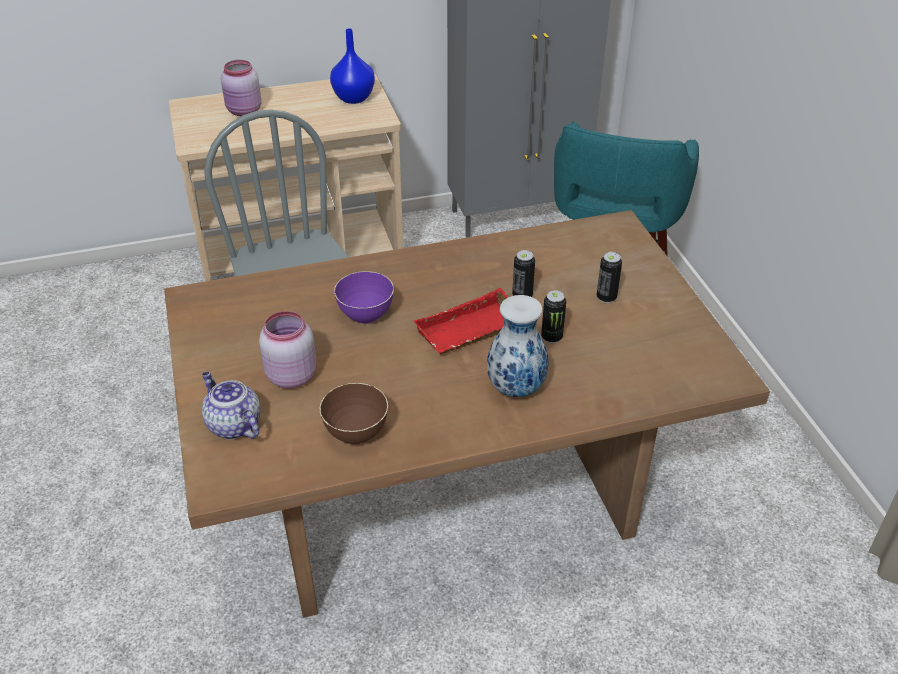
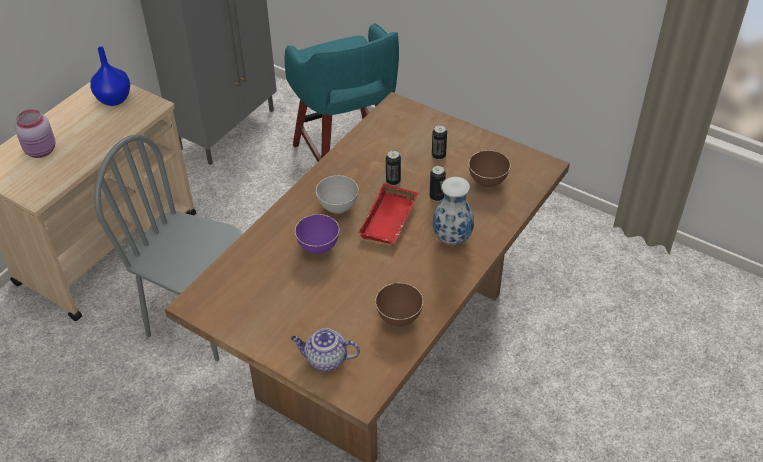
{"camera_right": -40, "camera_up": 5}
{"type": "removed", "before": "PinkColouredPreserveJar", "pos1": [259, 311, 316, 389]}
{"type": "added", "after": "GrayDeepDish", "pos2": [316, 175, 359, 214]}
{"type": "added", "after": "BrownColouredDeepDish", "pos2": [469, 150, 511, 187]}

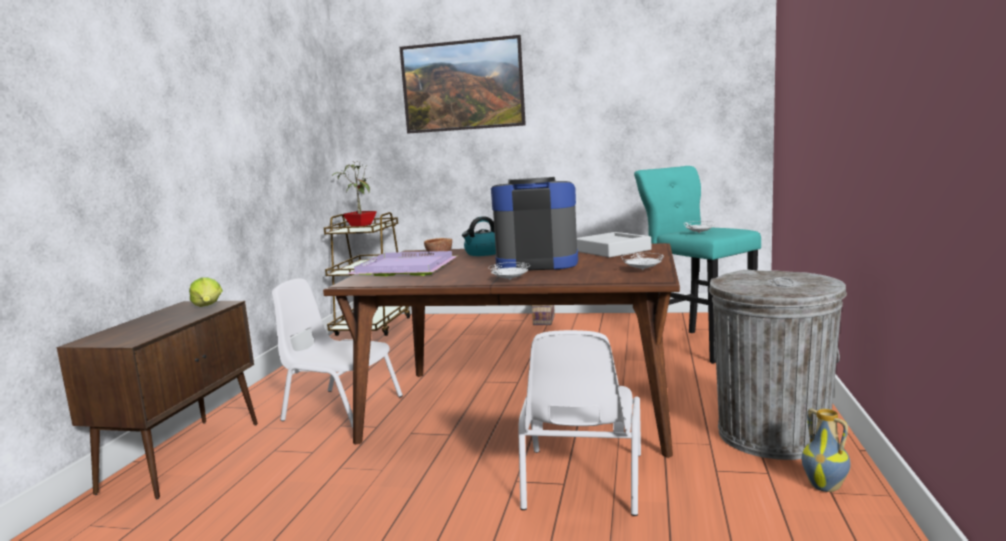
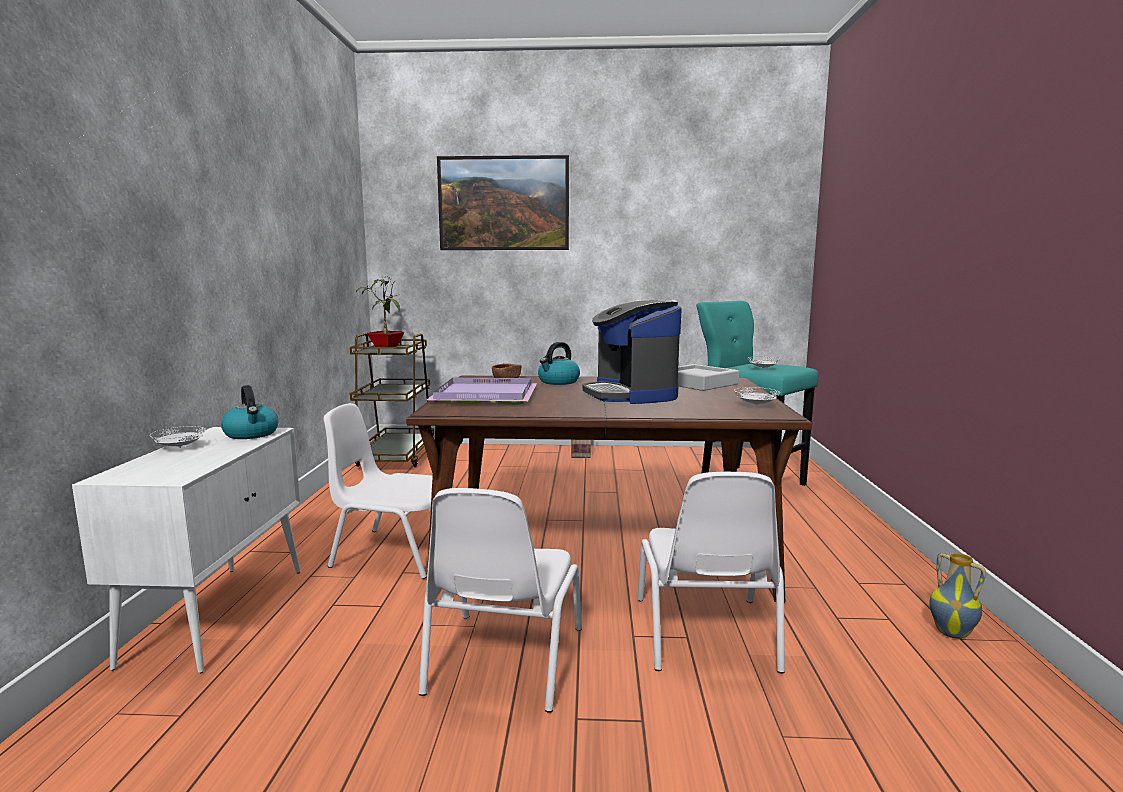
{"camera_right": -10, "camera_up": 0}
{"type": "removed", "before": "GrayRubbishBin", "pos1": [709, 270, 847, 460]}
{"type": "added", "after": "WhiteChair", "pos2": [419, 488, 582, 713]}
{"type": "moved", "before": "WhitePlate", "pos1": [488, 262, 530, 280], "pos2": [149, 426, 206, 448]}
{"type": "replaced", "before": "HeadOfLettuce", "after": "WaterKettle", "pos1": [189, 277, 223, 307], "pos2": [221, 385, 279, 439]}
{"type": "recoloured", "before": "BrownColouredStorageCabinet", "after": "WhiteStorageCabinet", "pos1": [57, 301, 258, 499], "pos2": [72, 427, 301, 673]}
{"type": "turned", "before": "CoffeeMachine", "pos1": [491, 177, 578, 271], "pos2": [582, 300, 682, 404], "turn": -105}

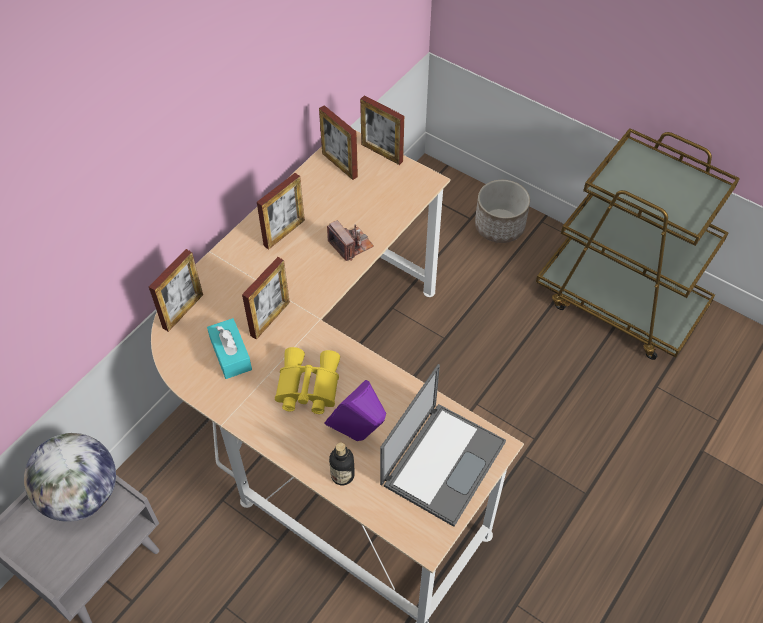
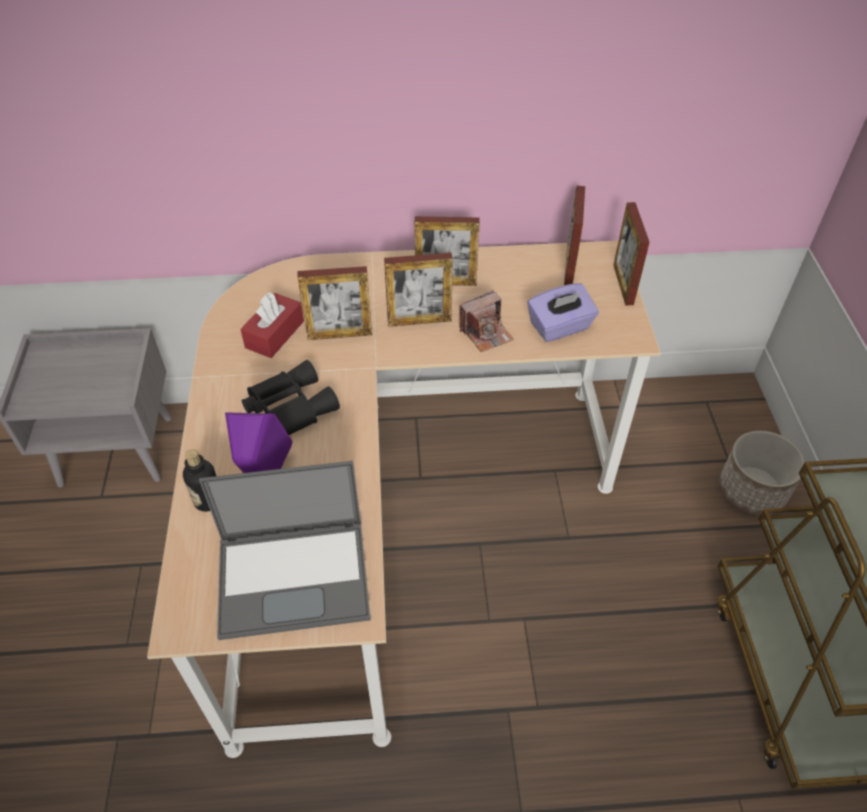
{"camera_right": 50, "camera_up": -5}
{"type": "removed", "before": "Globe", "pos1": [24, 433, 116, 522]}
{"type": "added", "after": "PurpleColouredBoxOfTissues", "pos2": [528, 283, 599, 342]}
{"type": "moved", "before": "PhotoFrame", "pos1": [149, 249, 203, 332], "pos2": [384, 252, 453, 327]}
{"type": "recoloured", "before": "TurquoiseBoxOfTissues", "after": "RedColouredBoxOfTissues", "pos1": [207, 318, 252, 379], "pos2": [240, 292, 304, 358]}
{"type": "recoloured", "before": "YellowColouredPairOfBinoculars", "after": "BlackPairOfBinoculars", "pos1": [275, 347, 340, 414], "pos2": [242, 360, 340, 435]}
{"type": "turned", "before": "StillCamera", "pos1": [327, 220, 374, 261], "pos2": [459, 290, 514, 352], "turn": 45}

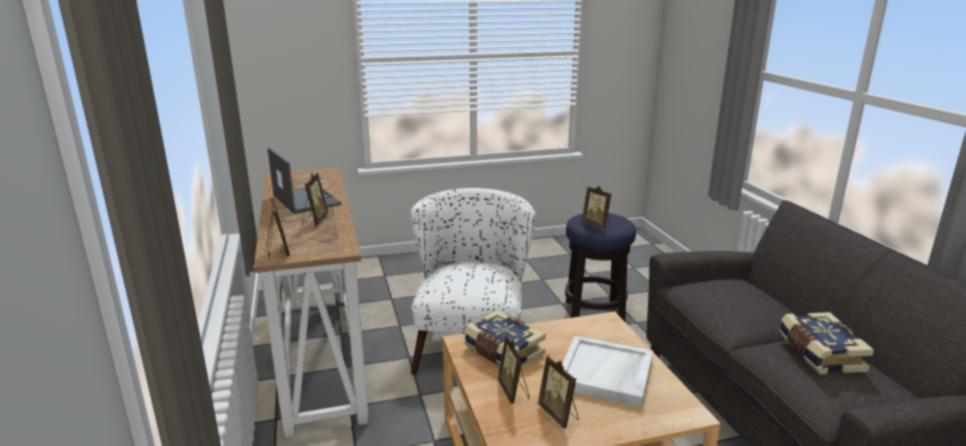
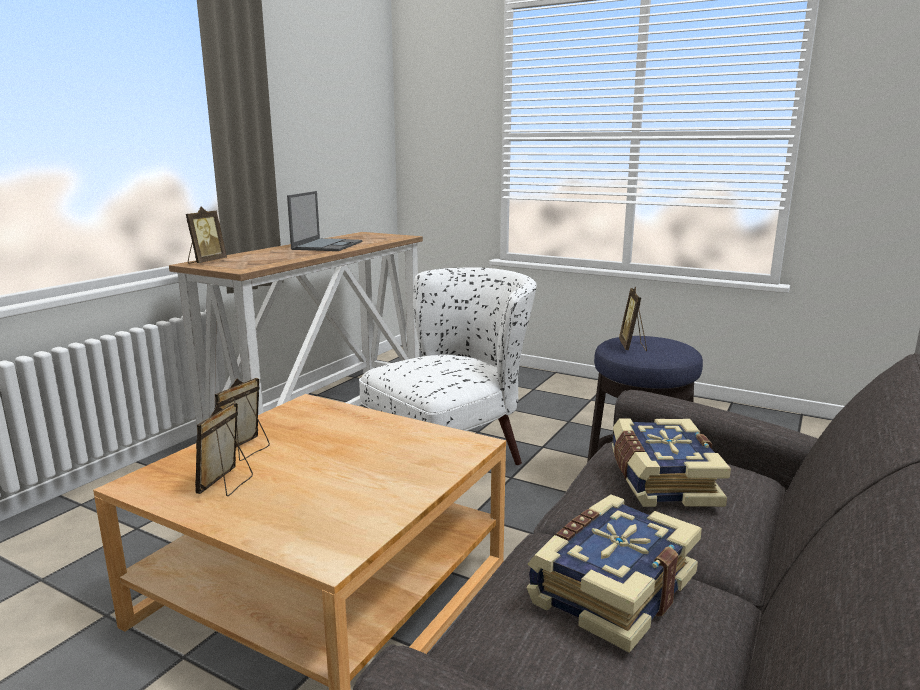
{"camera_right": 45, "camera_up": -5}
{"type": "removed", "before": "PhotoFrame", "pos1": [302, 173, 328, 226]}
{"type": "removed", "before": "WhiteCarryingTray", "pos1": [562, 336, 653, 407]}
{"type": "moved", "before": "BoundBook", "pos1": [464, 310, 546, 366], "pos2": [612, 418, 731, 507]}

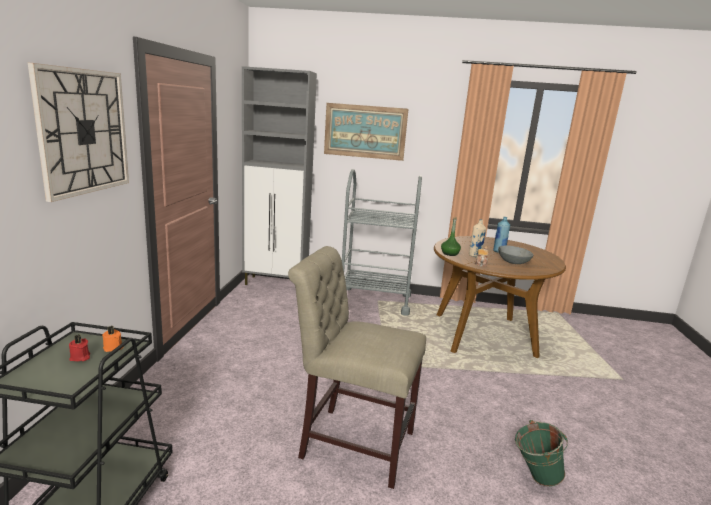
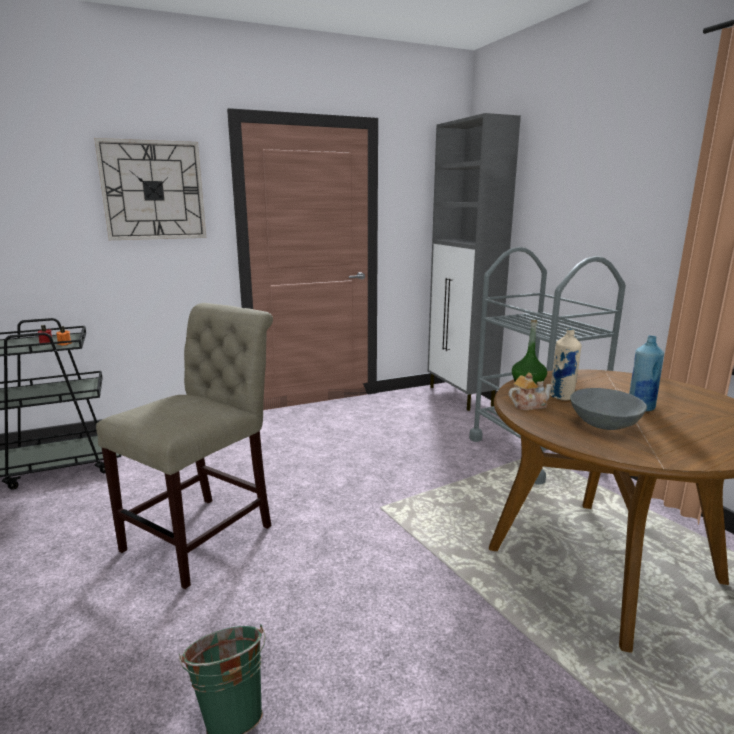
{"camera_right": 60, "camera_up": 0}
{"type": "removed", "before": "WallArt", "pos1": [324, 103, 409, 161]}
{"type": "turned", "before": "BeigeColouredChair", "pos1": [288, 246, 426, 489], "pos2": [96, 303, 273, 589], "turn": 45}

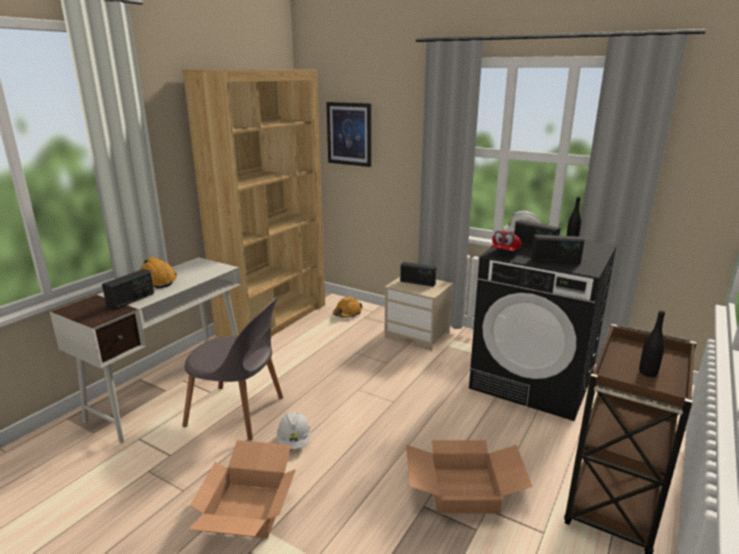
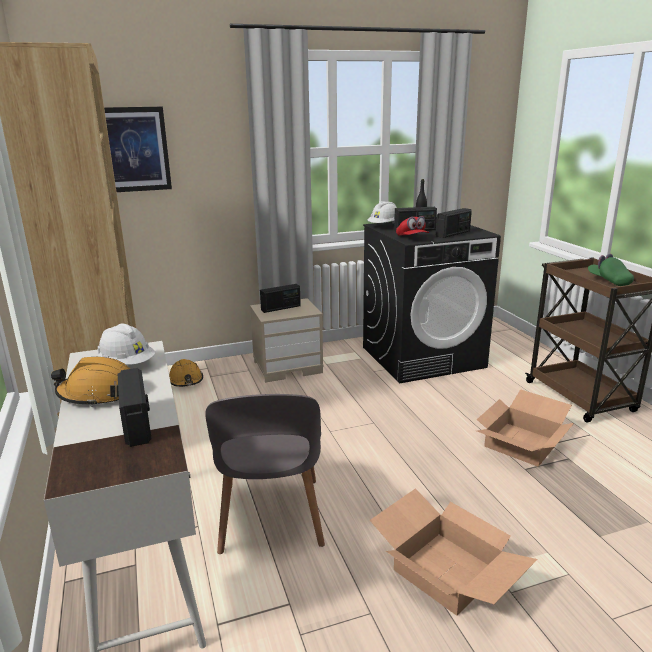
{"camera_right": -50, "camera_up": 0}
{"type": "moved", "before": "WhiteSafetyHelmet", "pos1": [277, 412, 311, 449], "pos2": [97, 324, 155, 365]}
{"type": "replaced", "before": "BlackBottle", "after": "GreenishCap", "pos1": [639, 310, 665, 377], "pos2": [588, 254, 634, 286]}
{"type": "turned", "before": "GrayChair", "pos1": [182, 296, 283, 440], "pos2": [205, 394, 325, 554], "turn": 120}

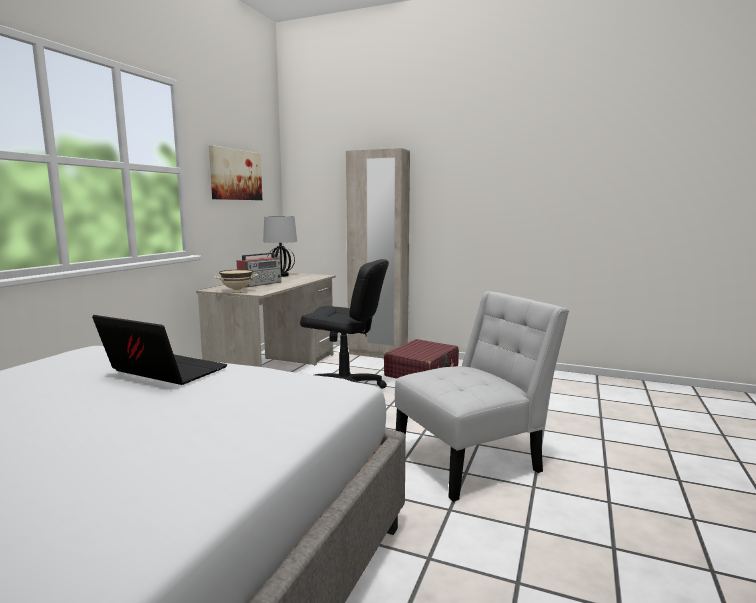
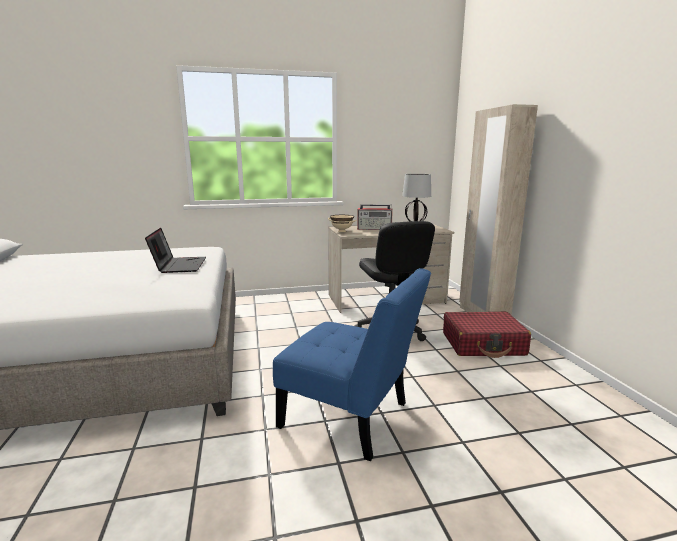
{"camera_right": 55, "camera_up": 5}
{"type": "removed", "before": "WallArt", "pos1": [209, 145, 262, 200]}
{"type": "recoloured", "before": "WhiteChair", "after": "BlueChair", "pos1": [395, 291, 569, 502], "pos2": [273, 268, 431, 461]}

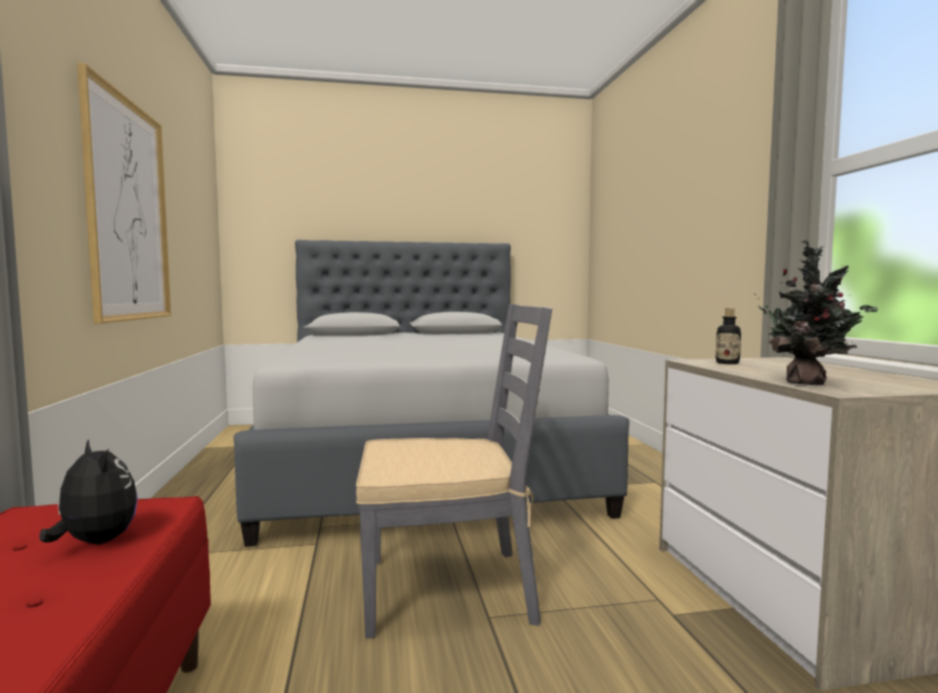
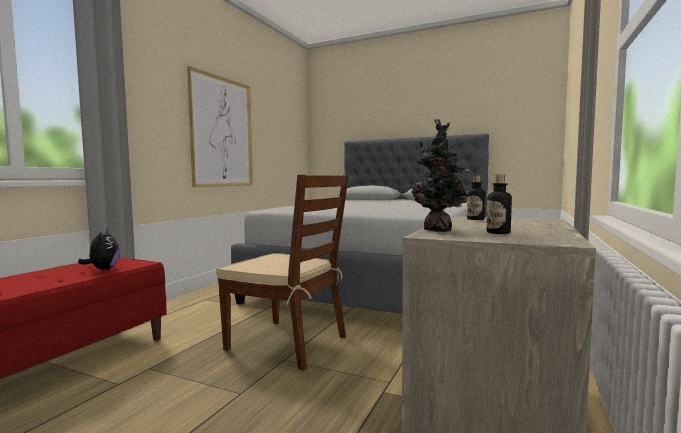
{"camera_right": 35, "camera_up": 0}
{"type": "added", "after": "Bottle", "pos2": [487, 174, 512, 234]}
{"type": "recoloured", "before": "GrayChair", "after": "BrownColouredChair", "pos1": [356, 304, 552, 638], "pos2": [216, 174, 349, 371]}

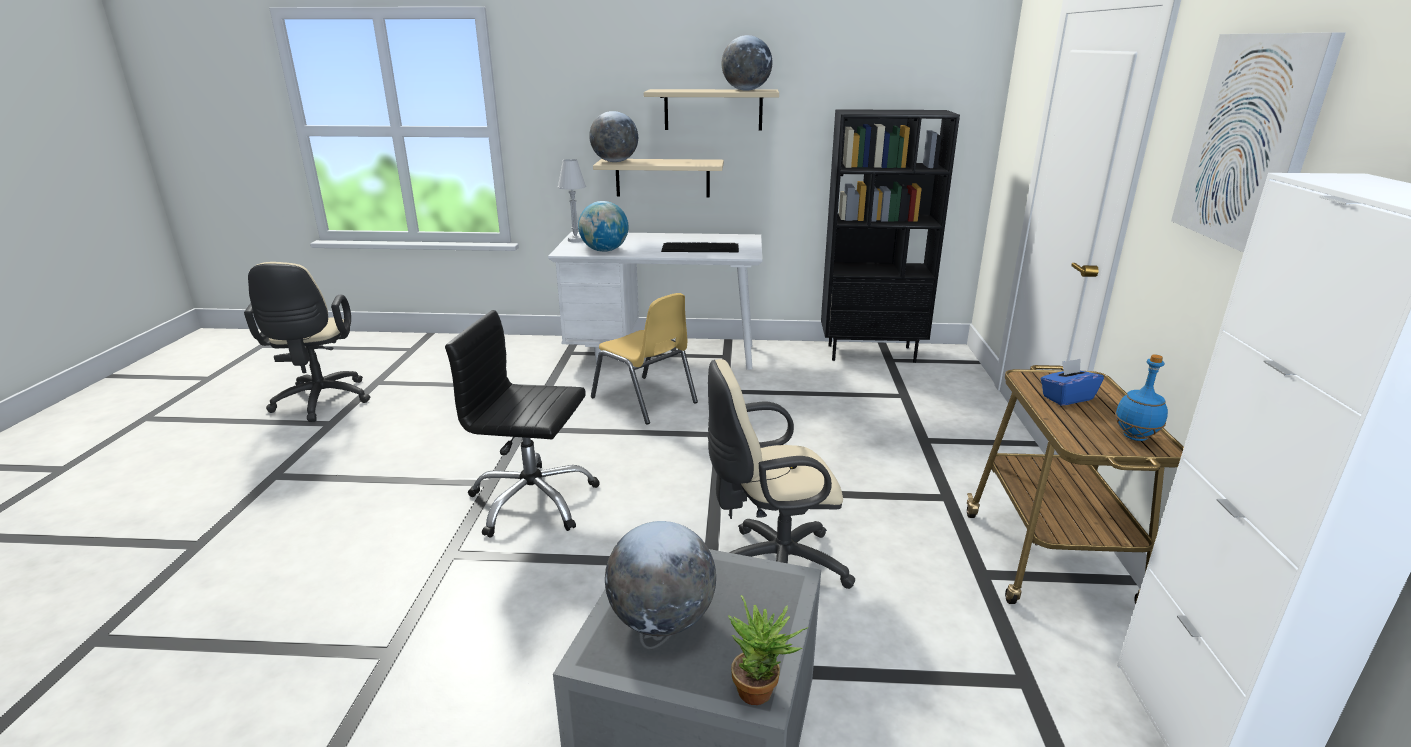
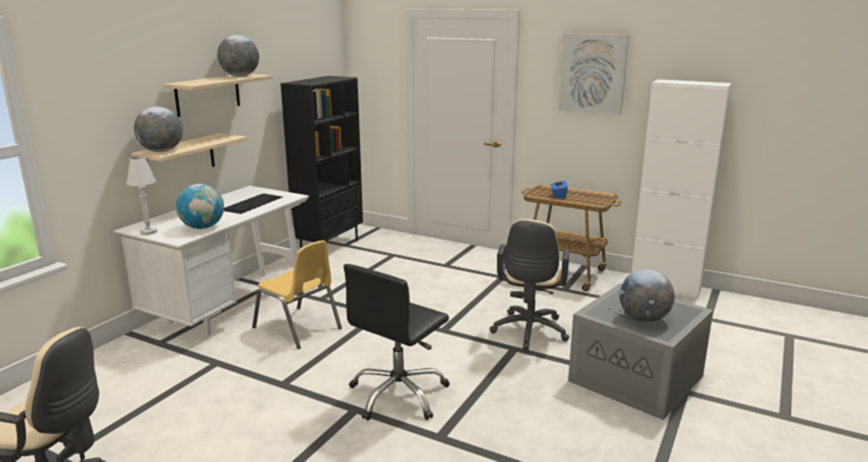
{"camera_right": -65, "camera_up": -5}
{"type": "removed", "before": "Houseplant", "pos1": [728, 595, 808, 705]}
{"type": "removed", "before": "BlueBottle", "pos1": [1115, 354, 1168, 441]}
{"type": "turned", "before": "YellowColouredChair", "pos1": [591, 293, 698, 424], "pos2": [252, 241, 342, 349], "turn": 60}

